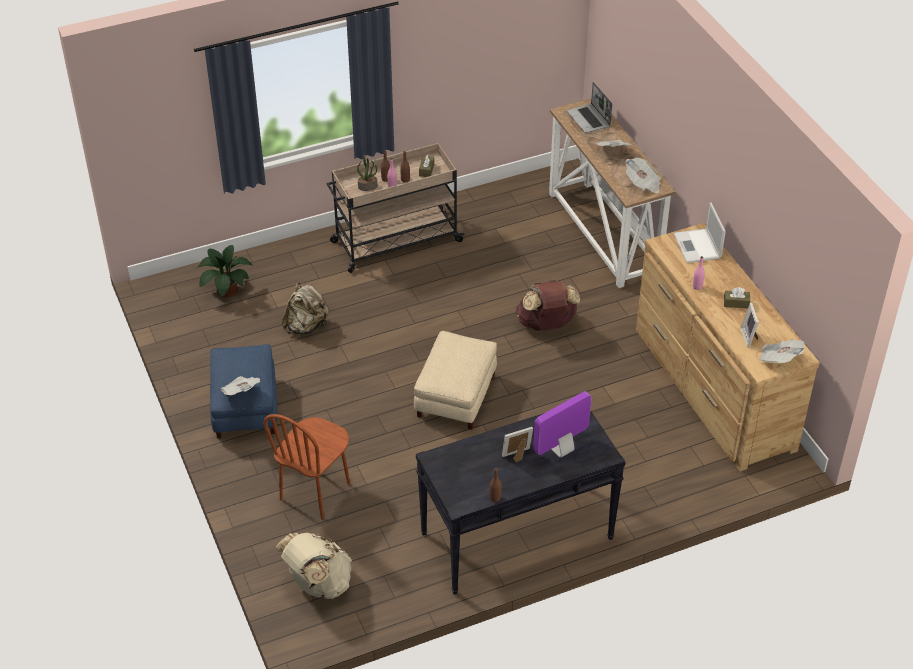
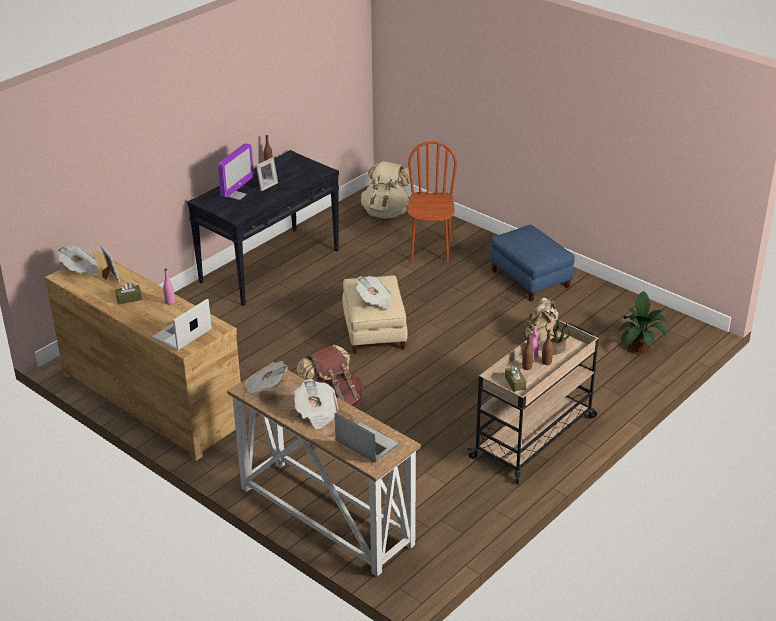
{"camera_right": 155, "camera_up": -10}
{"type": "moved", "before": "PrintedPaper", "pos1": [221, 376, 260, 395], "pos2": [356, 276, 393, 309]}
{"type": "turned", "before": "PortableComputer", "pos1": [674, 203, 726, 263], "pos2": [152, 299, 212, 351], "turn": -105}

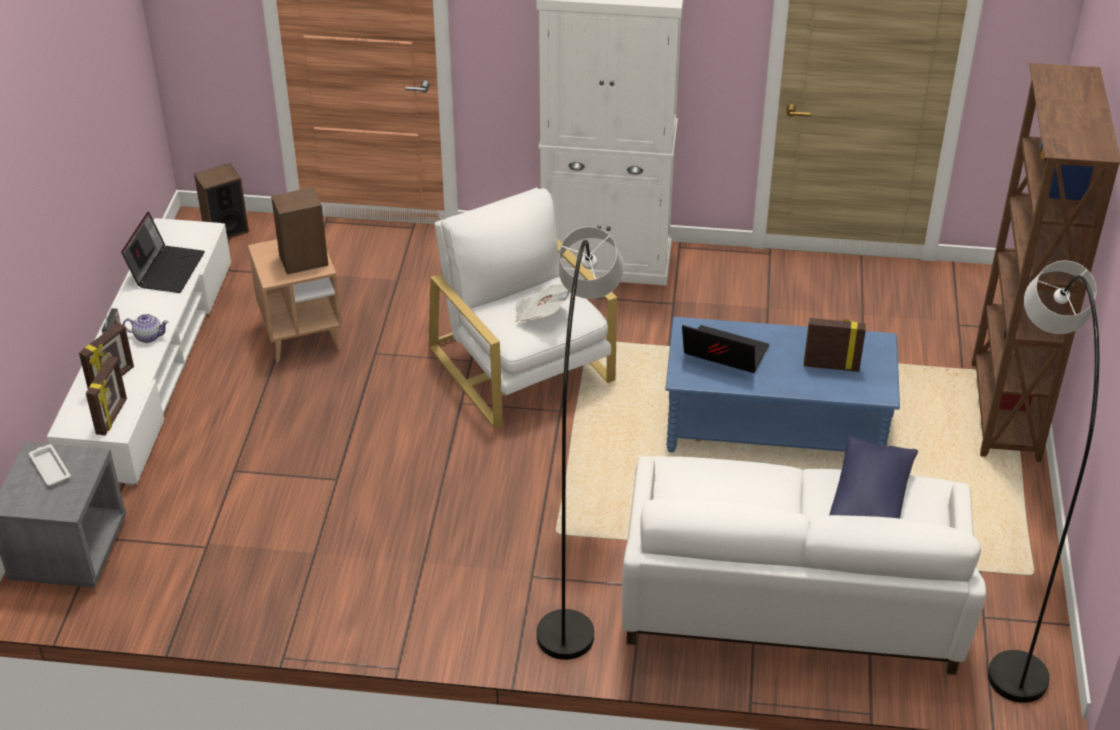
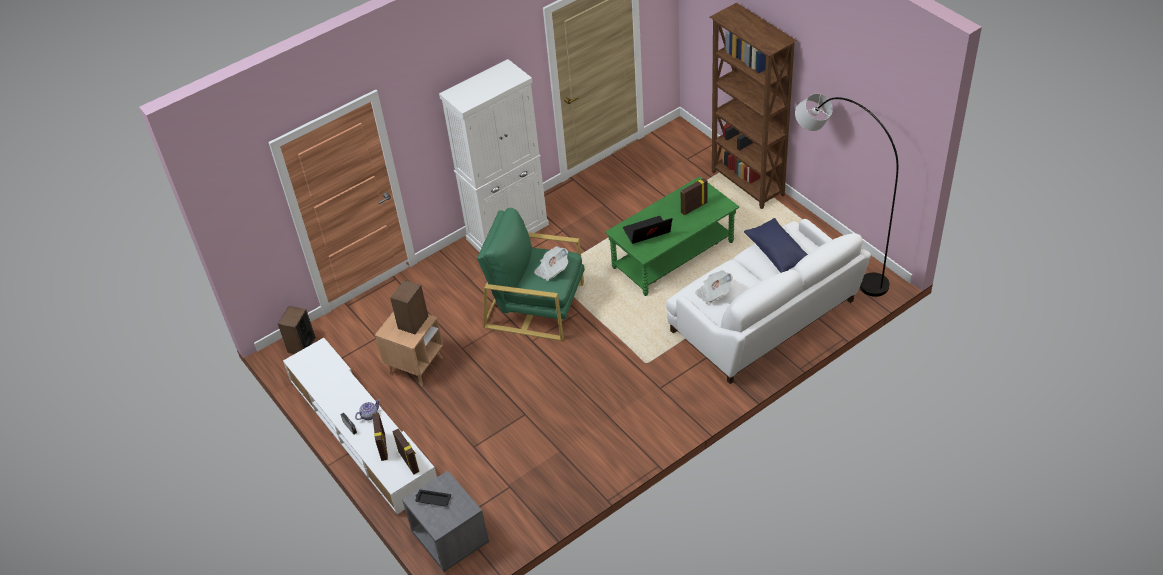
{"camera_right": -40, "camera_up": 5}
{"type": "removed", "before": "PortableComputer", "pos1": [121, 211, 205, 293]}
{"type": "removed", "before": "GrayFloorLamp", "pos1": [536, 227, 624, 660]}
{"type": "added", "after": "PrintedPaper", "pos2": [695, 270, 733, 304]}
{"type": "recoloured", "before": "WhiteCarryingTray", "after": "BlackCarryingTray", "pos1": [29, 444, 71, 486], "pos2": [415, 489, 451, 507]}
{"type": "recoloured", "before": "WhiteArmchair", "after": "GreenishArmchair", "pos1": [429, 188, 617, 429], "pos2": [477, 208, 585, 341]}
{"type": "recoloured", "before": "BlueLowTable", "after": "GreenishLowTable", "pos1": [665, 317, 900, 453], "pos2": [605, 177, 739, 296]}

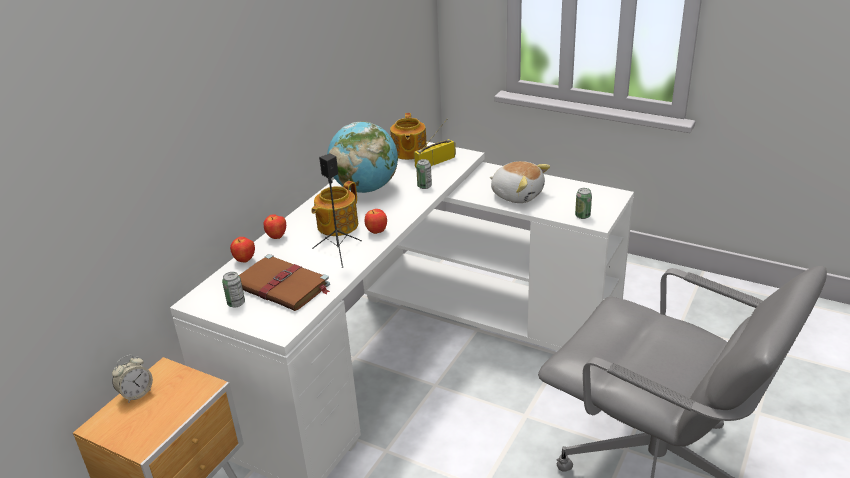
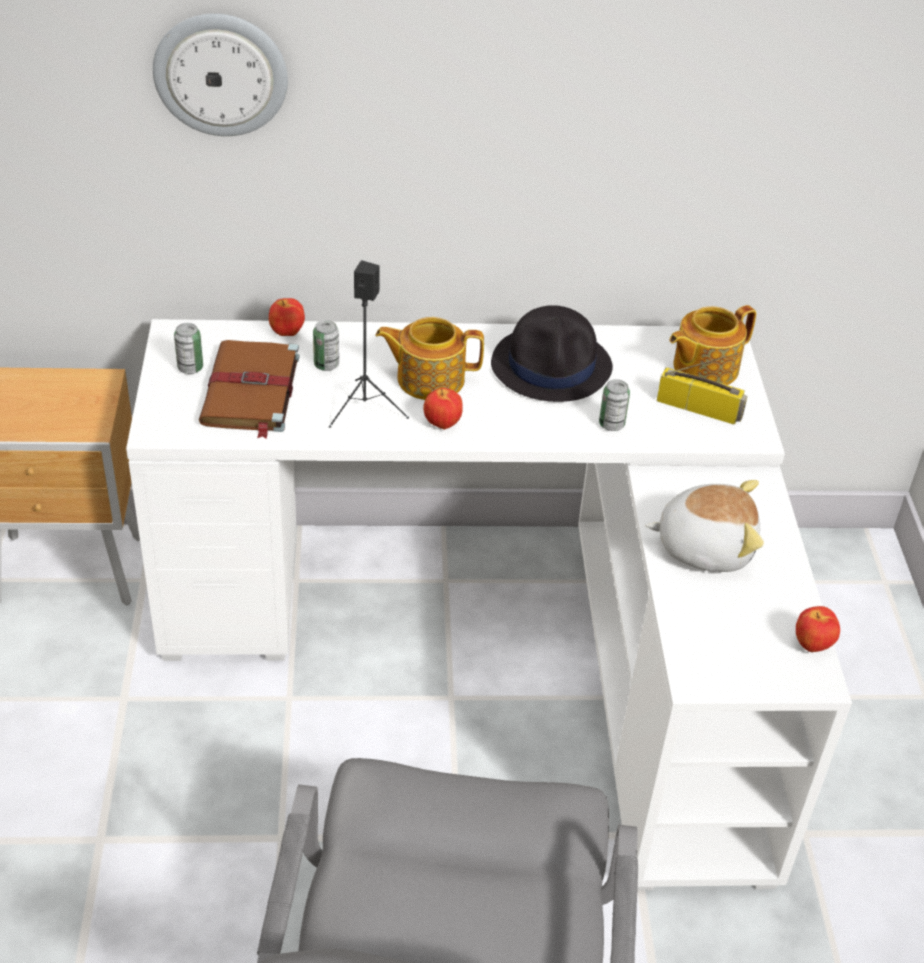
{"camera_right": 55, "camera_up": 10}
{"type": "removed", "before": "AlarmClock", "pos1": [112, 355, 153, 403]}
{"type": "added", "after": "HangingClock", "pos2": [153, 13, 288, 136]}
{"type": "moved", "before": "WholeApple", "pos1": [264, 214, 286, 239], "pos2": [796, 606, 840, 652]}
{"type": "moved", "before": "Can", "pos1": [575, 188, 592, 219], "pos2": [313, 320, 339, 371]}
{"type": "replaced", "before": "Globe", "after": "BlackWearableHat", "pos1": [327, 121, 398, 193], "pos2": [491, 305, 613, 402]}
{"type": "turned", "before": "PlushToy", "pos1": [490, 161, 550, 203], "pos2": [645, 480, 764, 572], "turn": -90}

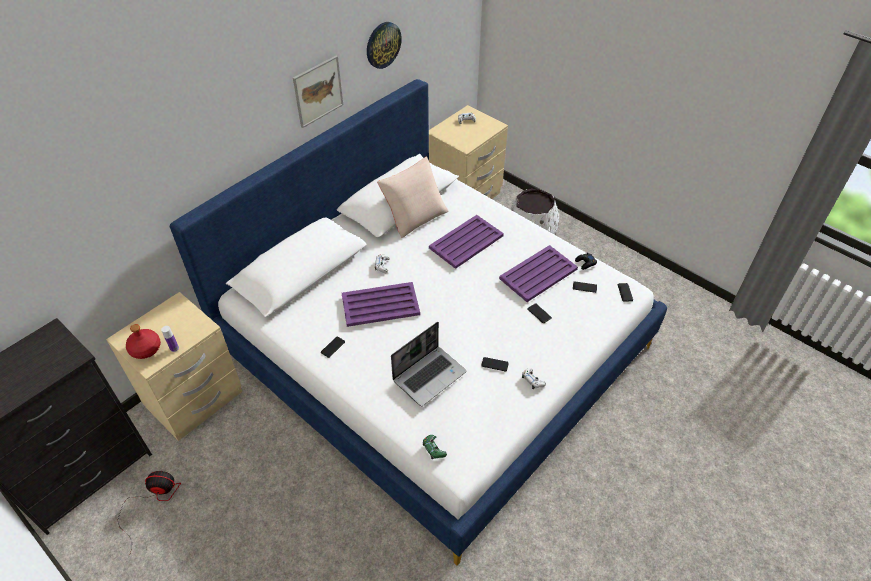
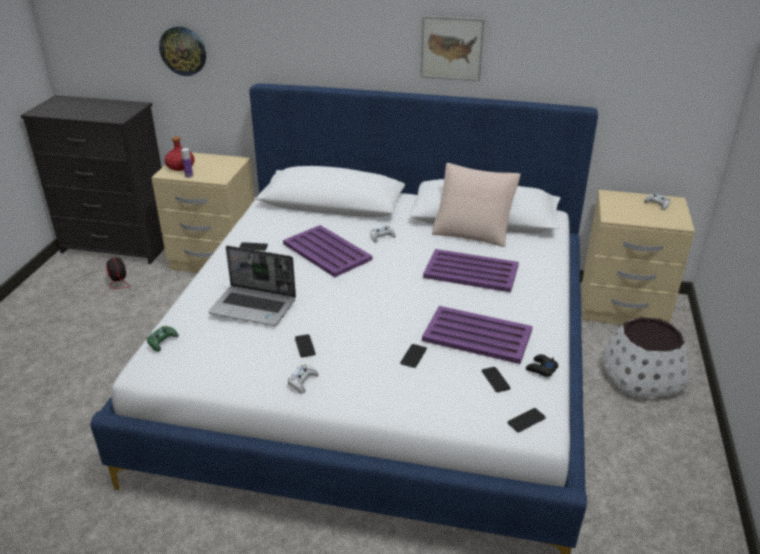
{"camera_right": 60, "camera_up": -15}
{"type": "moved", "before": "HangingClock", "pos1": [367, 22, 402, 69], "pos2": [159, 26, 206, 76]}

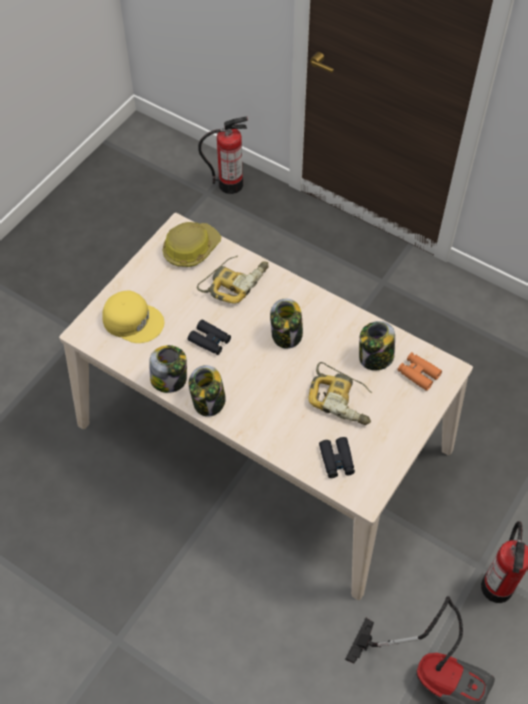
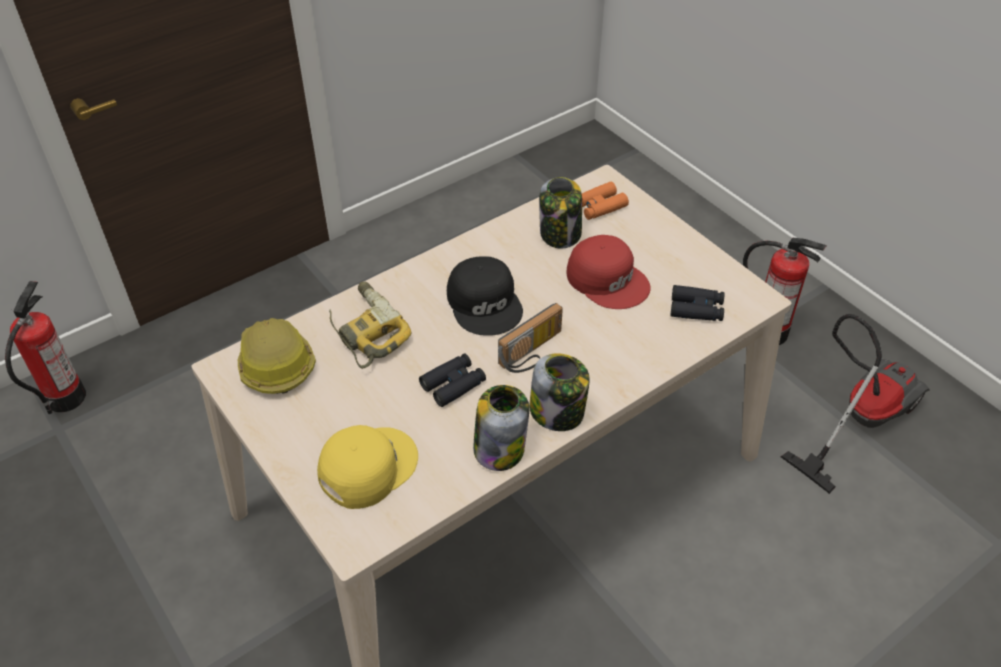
{"camera_right": -70, "camera_up": -10}
{"type": "added", "after": "RadioSet", "pos2": [498, 303, 563, 373]}
{"type": "replaced", "before": "PreserveJar", "after": "BlackCap", "pos1": [270, 298, 303, 349], "pos2": [447, 256, 523, 336]}
{"type": "replaced", "before": "PowerDrill", "after": "RedColouredCap", "pos1": [308, 362, 372, 425], "pos2": [566, 235, 651, 309]}

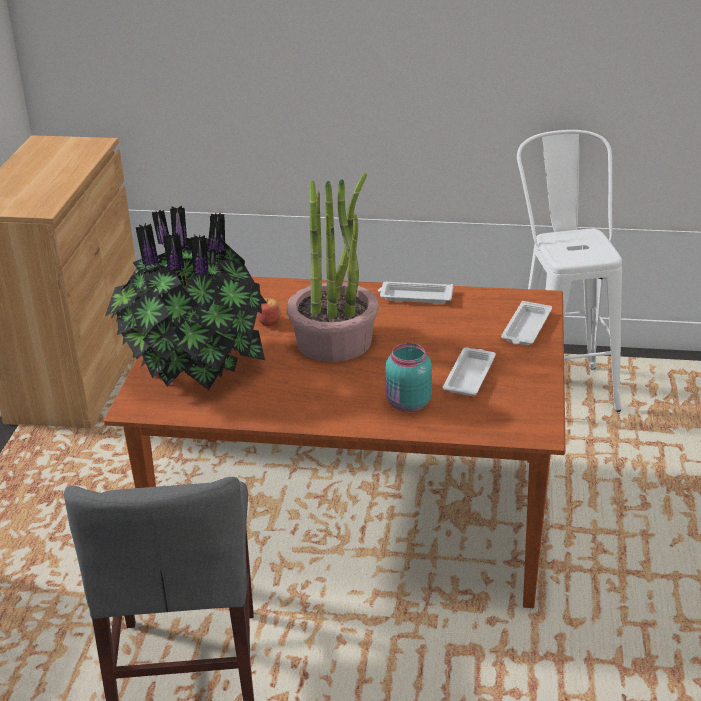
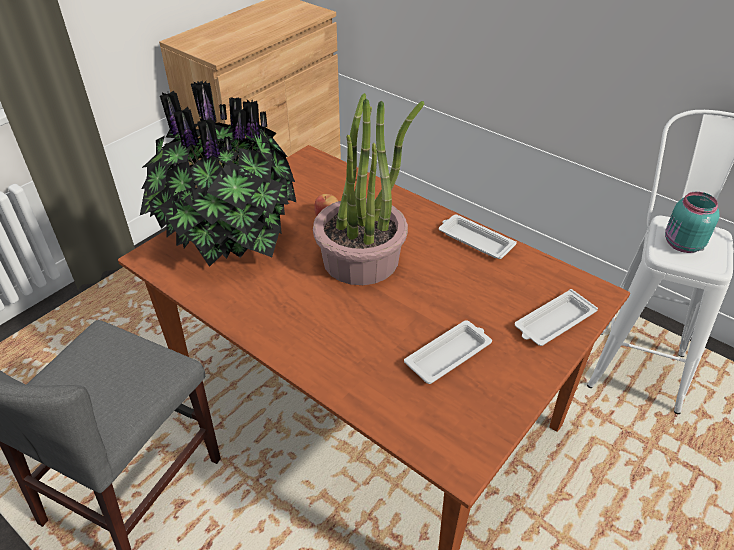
{"camera_right": 30, "camera_up": 10}
{"type": "moved", "before": "TurquoisePreserveJar", "pos1": [385, 343, 432, 412], "pos2": [665, 192, 719, 253]}

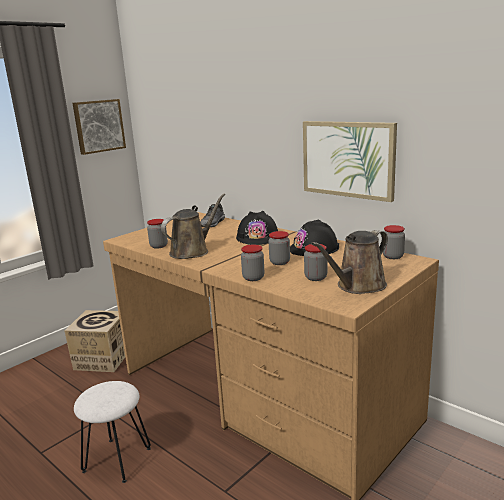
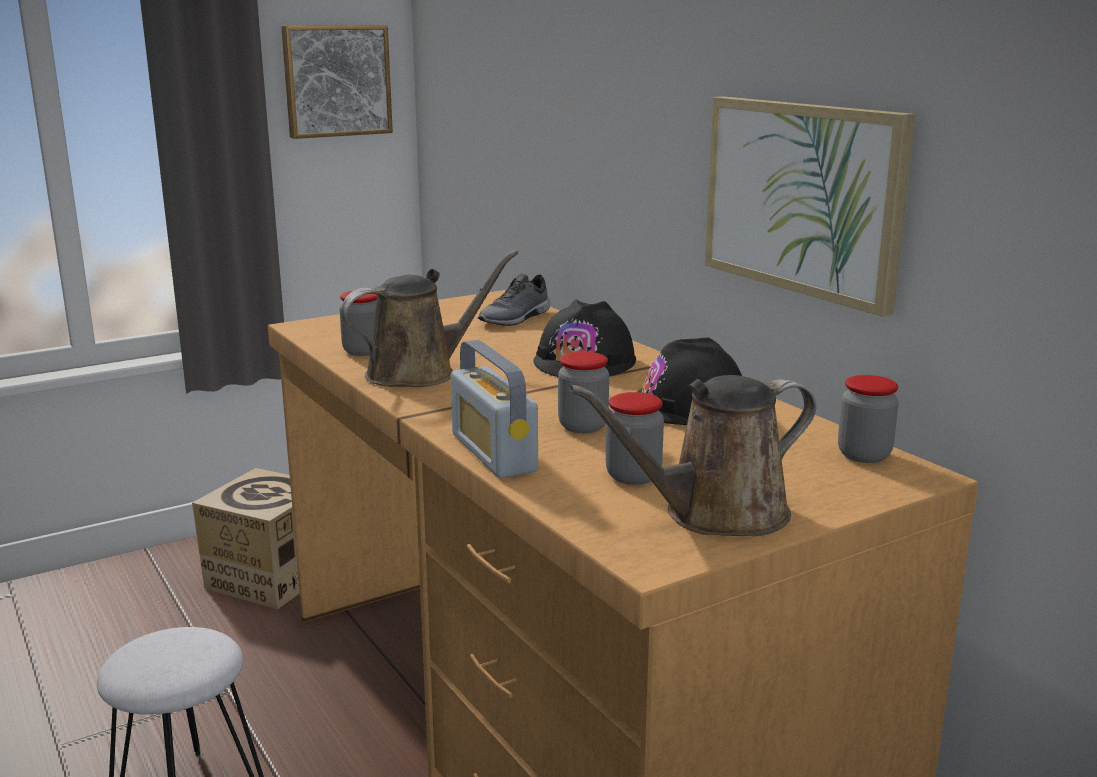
{"camera_right": 15, "camera_up": 0}
{"type": "replaced", "before": "PreserveJar", "after": "RadioSet", "pos1": [241, 244, 264, 281], "pos2": [451, 340, 538, 478]}

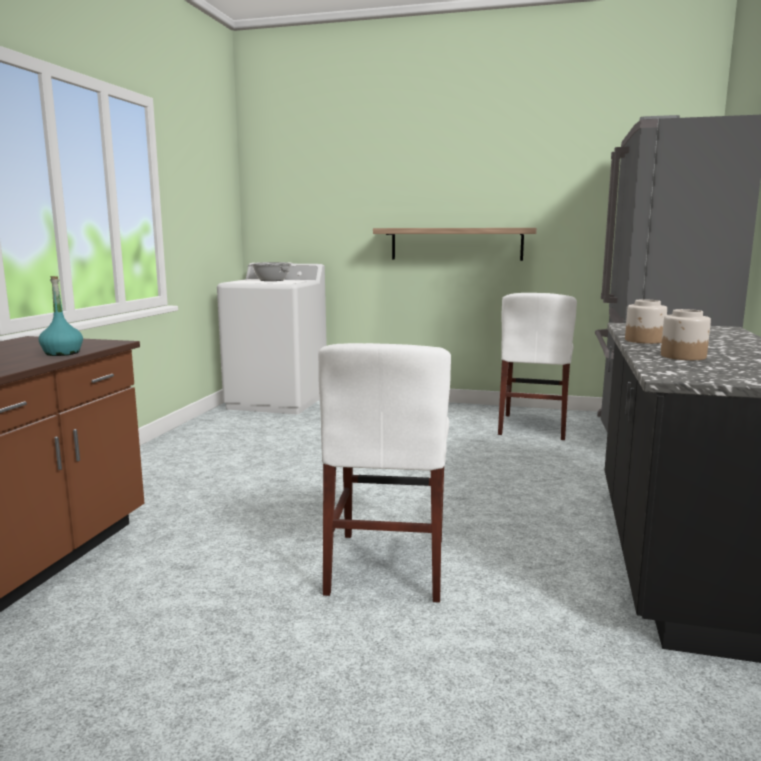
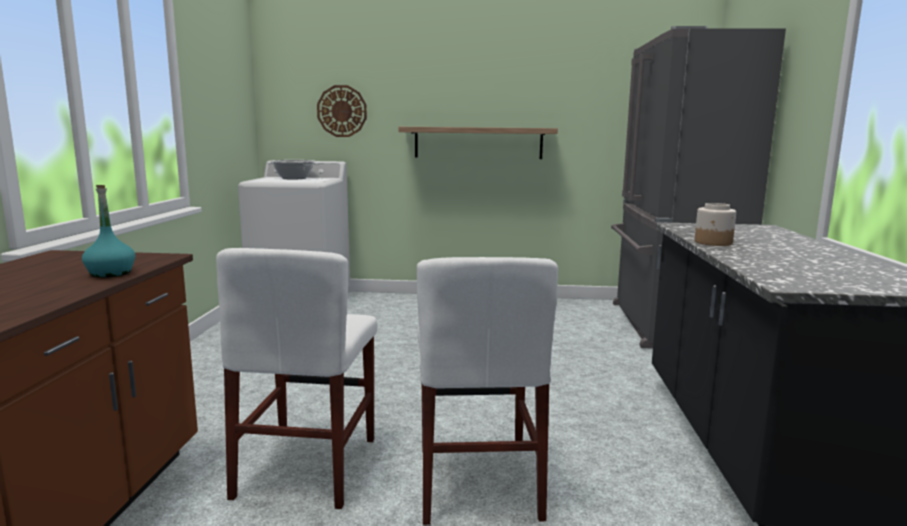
{"camera_right": -10, "camera_up": 0}
{"type": "removed", "before": "PreserveJar", "pos1": [661, 309, 711, 360]}
{"type": "added", "after": "HangingClock", "pos2": [317, 85, 367, 137]}
{"type": "moved", "before": "WhiteChair", "pos1": [498, 293, 577, 440], "pos2": [216, 248, 377, 509]}

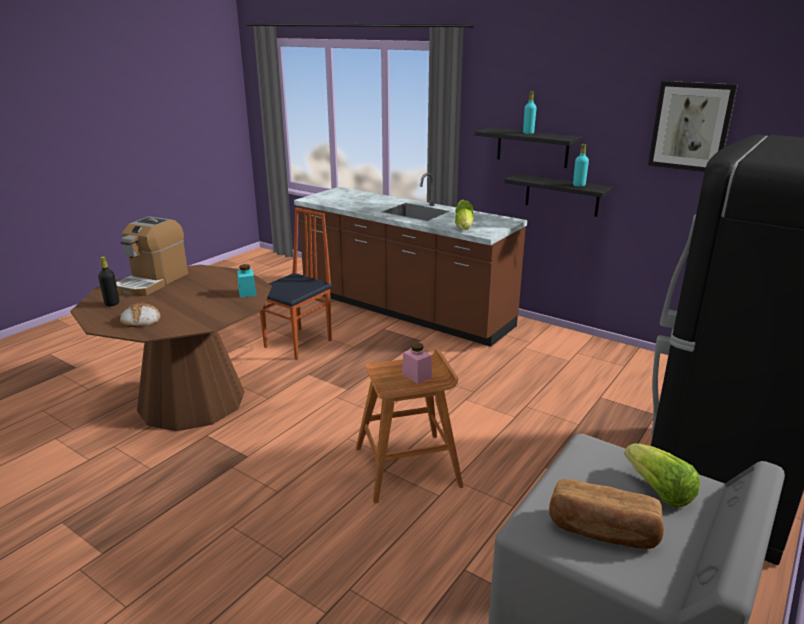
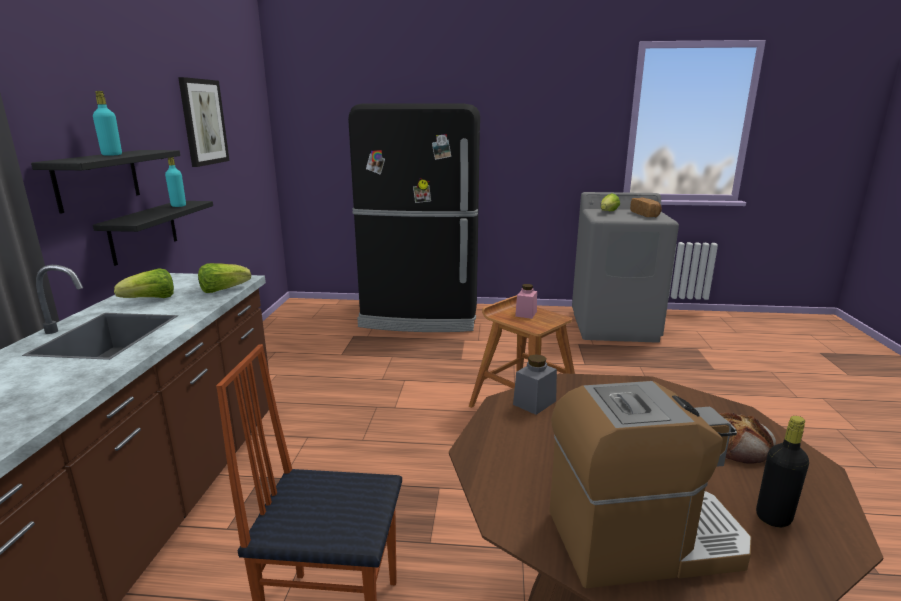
{"camera_right": -120, "camera_up": -5}
{"type": "recoloured", "before": "TurquoisePreserveJar", "after": "GrayPreserveJar", "pos1": [237, 264, 257, 298], "pos2": [513, 354, 557, 415]}

